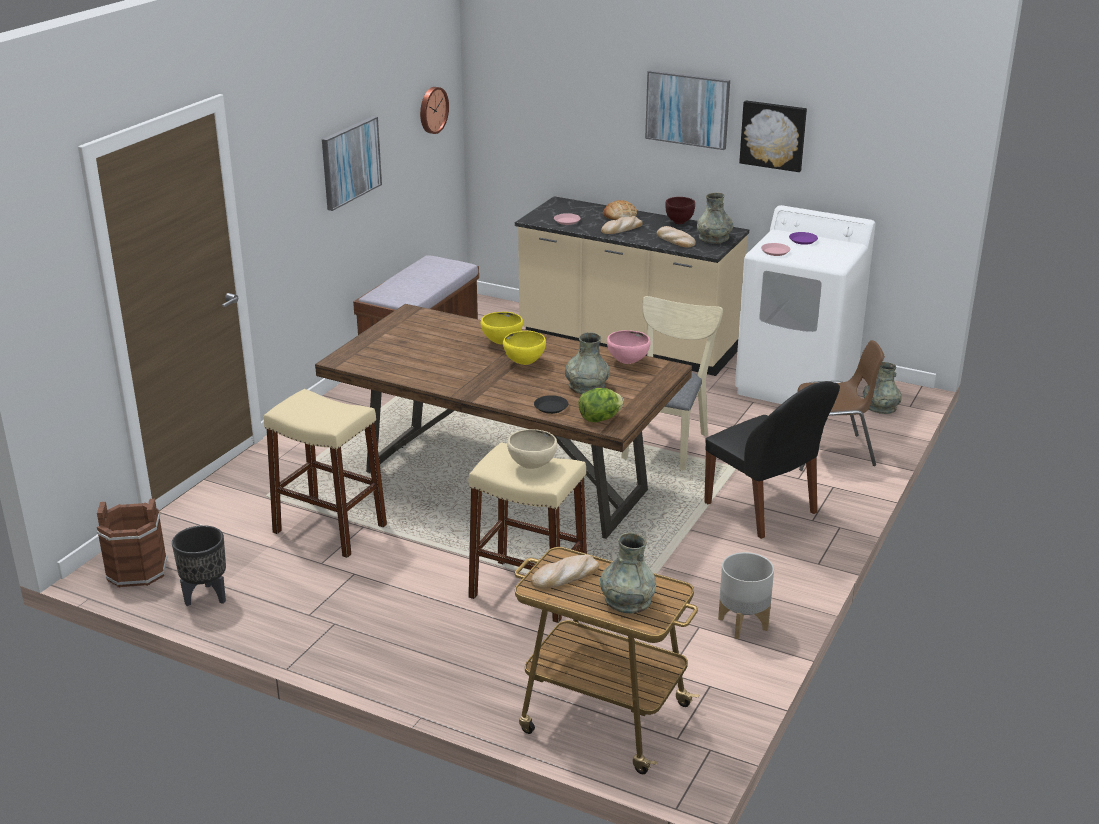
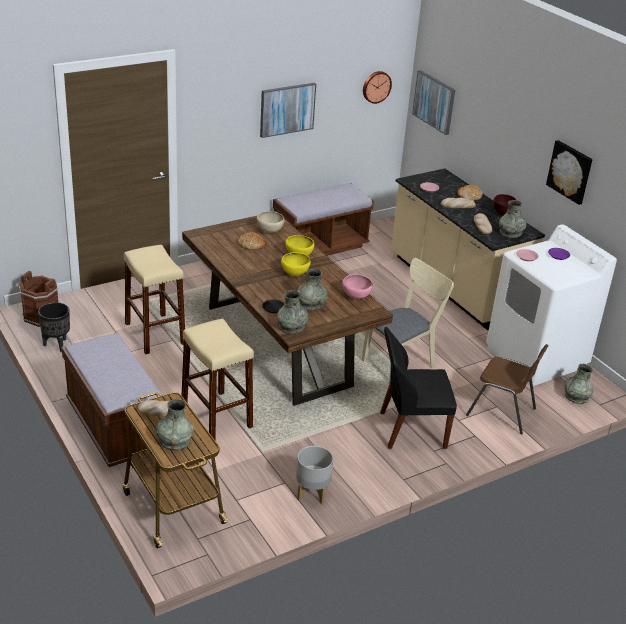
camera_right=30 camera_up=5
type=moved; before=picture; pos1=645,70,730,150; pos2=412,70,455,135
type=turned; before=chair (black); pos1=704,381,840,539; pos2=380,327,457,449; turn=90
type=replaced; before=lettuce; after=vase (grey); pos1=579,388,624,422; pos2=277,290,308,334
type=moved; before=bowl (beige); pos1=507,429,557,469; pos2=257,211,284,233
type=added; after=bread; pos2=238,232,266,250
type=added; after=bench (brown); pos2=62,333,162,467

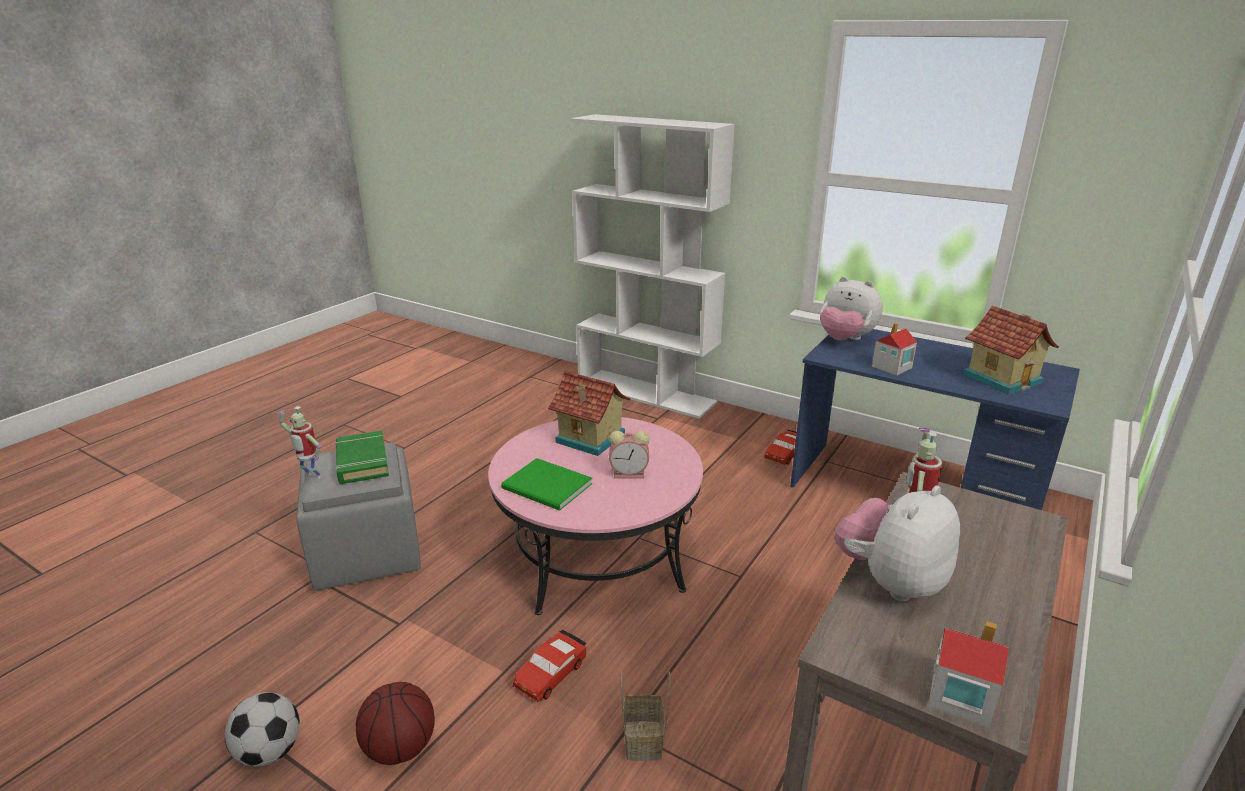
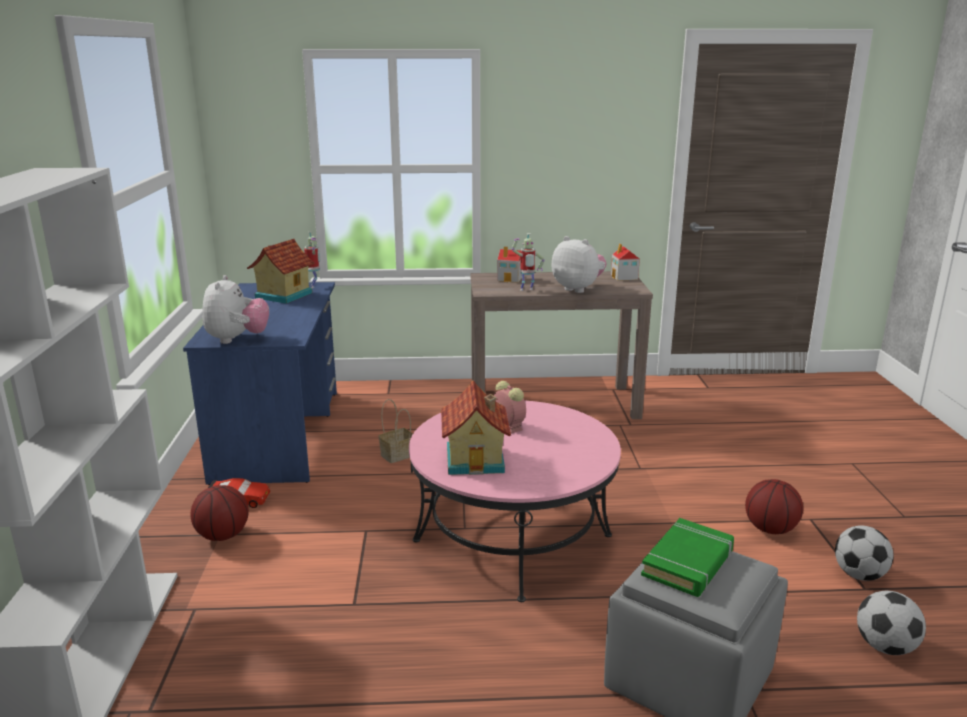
camera_right=-125 camera_up=-5
type=moved; before=toy house; pos1=872,322,917,376; pos2=497,246,522,283
type=moved; before=toy robot; pos1=277,406,321,479; pos2=304,232,320,288
type=removed; before=book (green); pos1=501,458,593,511
type=turned; before=plush toy; pos1=835,486,960,601; pos2=552,236,607,293; turn=-150
type=removed; before=toy car (red); pos1=513,630,586,702
type=moved; before=basket; pos1=621,671,671,761; pos2=379,399,413,463
type=added; after=basketball; pos2=191,485,249,541
type=added; after=football; pos2=857,591,926,655

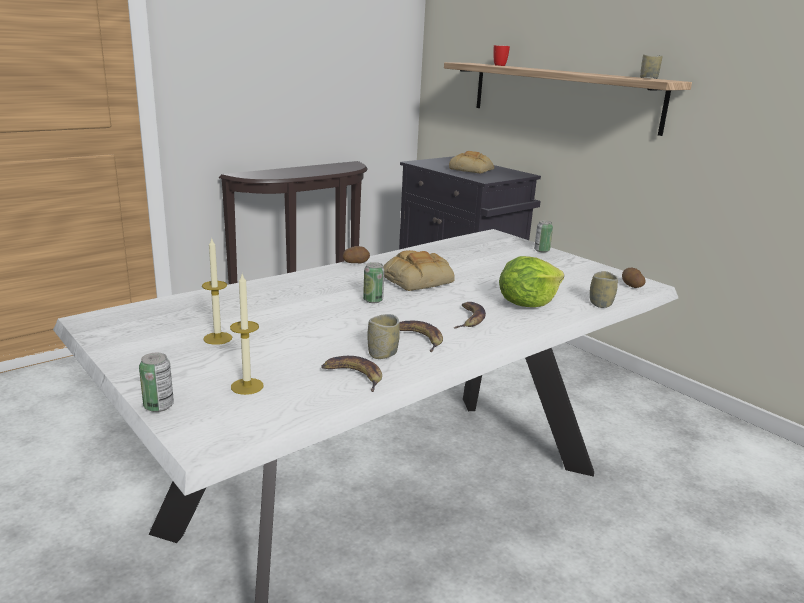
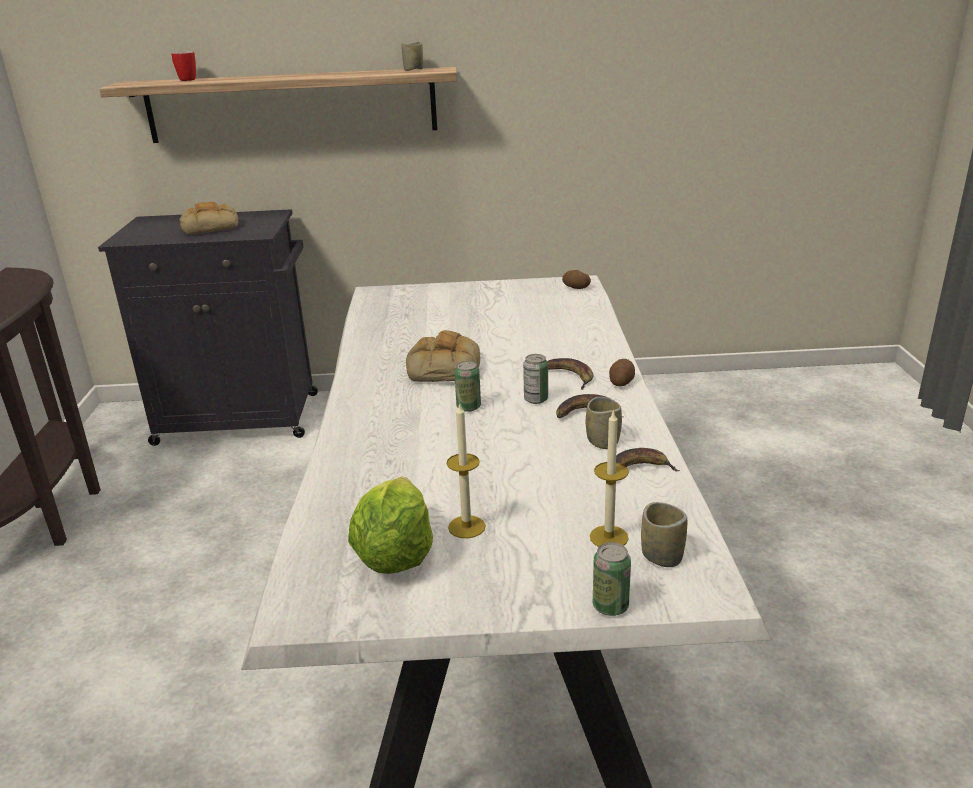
camera_right=-50 camera_up=5
type=moved; before=can; pos1=534,220,553,253; pos2=523,354,548,404
type=moved; before=potato; pos1=343,246,370,264; pos2=609,359,635,386
type=moved; before=lettuce; pos1=499,256,564,307; pos2=348,477,433,574
type=moved; before=cup; pos1=590,271,618,308; pos2=641,502,687,567

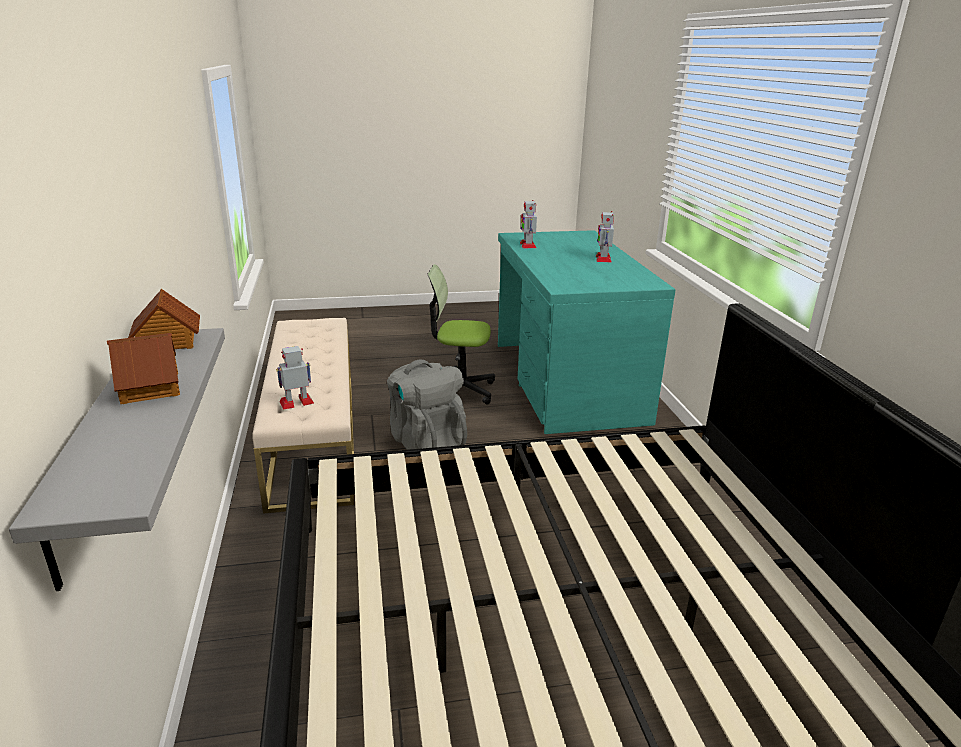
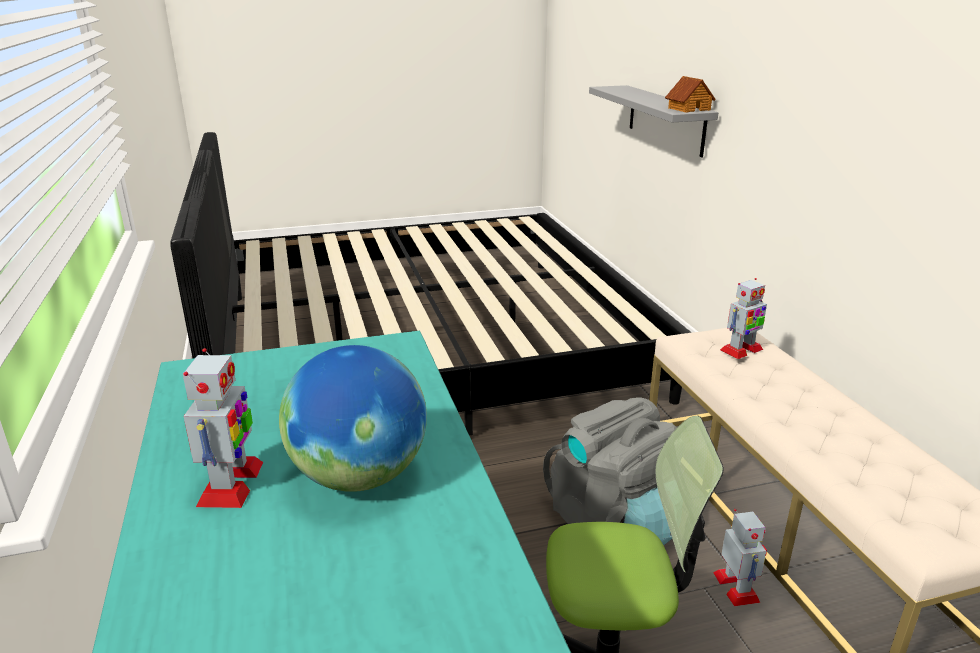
camera_right=175 camera_up=0
type=moved; before=toy robot; pos1=520,200,537,248; pos2=713,509,767,606
type=removed; before=toy house; pos1=107,333,180,404
type=added; after=globe; pos2=279,345,427,492

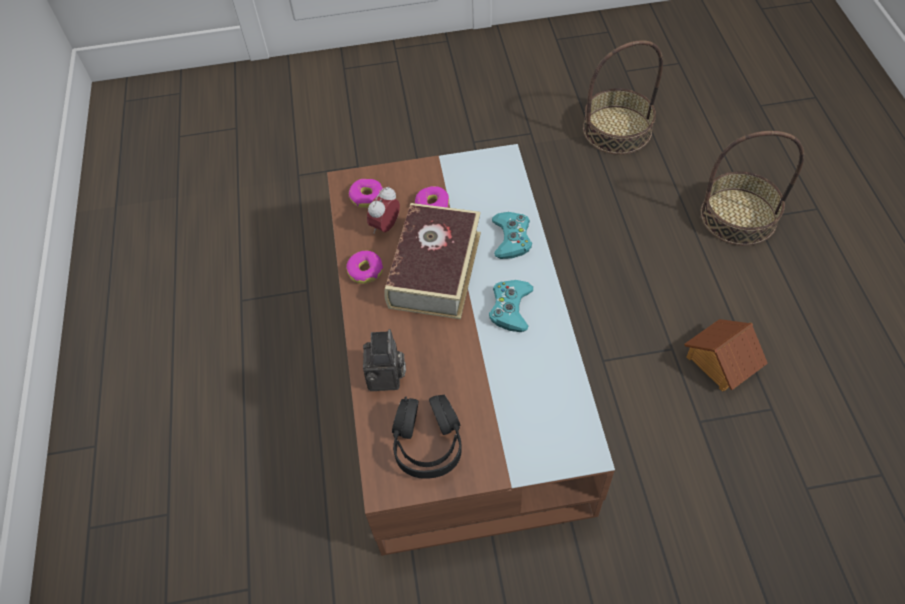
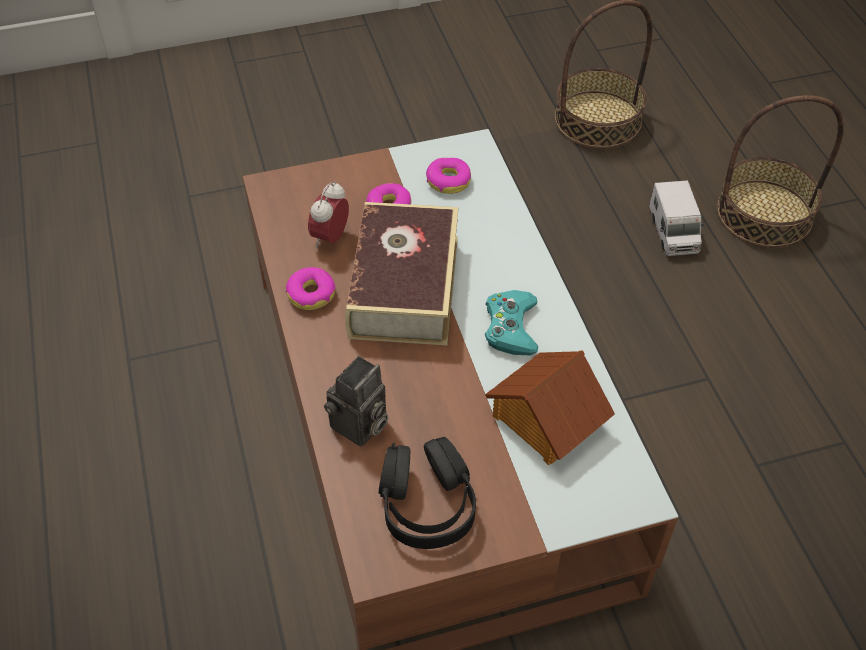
camera_right=-10 camera_up=-5
type=moved; before=donut; pos1=349,179,383,208; pos2=426,158,471,194
type=removed; before=game controller (turquoise); pos1=492,212,532,259
type=moved; before=toy house; pos1=684,319,768,392; pos2=485,350,615,465
type=turned; before=photo camera; pos1=363,329,406,391; pos2=324,356,388,447; turn=45
type=added; after=toy truck; pos2=649,180,705,256

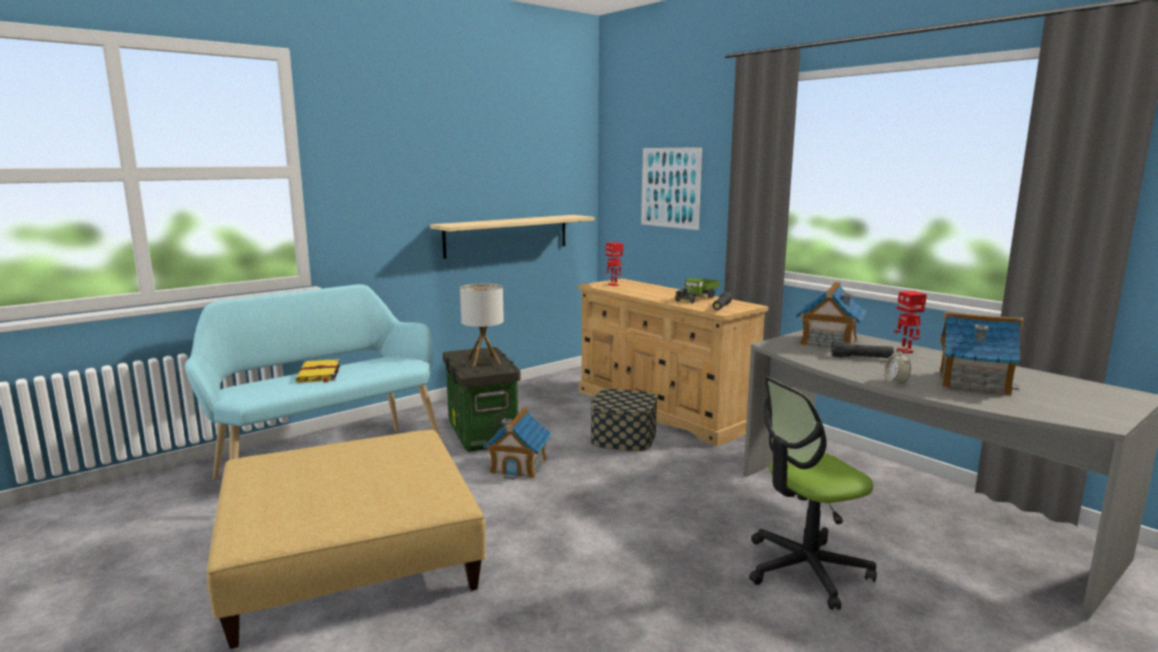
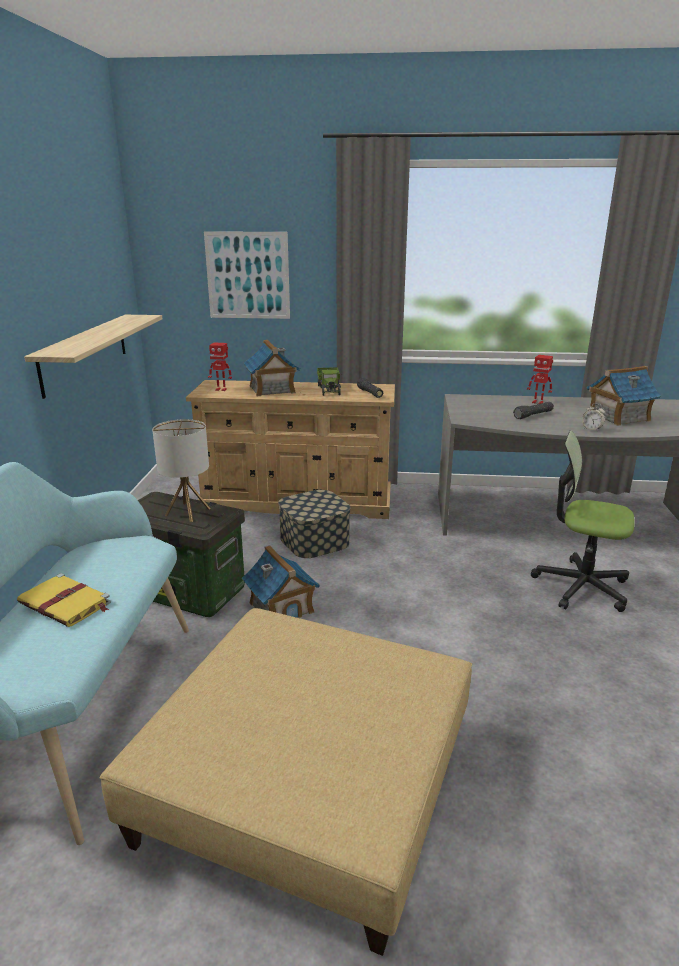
camera_right=-45 camera_up=10
type=moved; before=toy house; pos1=796,282,866,348; pos2=244,340,300,396
type=turned; before=office chair; pos1=749,376,877,610; pos2=531,431,635,612; turn=90

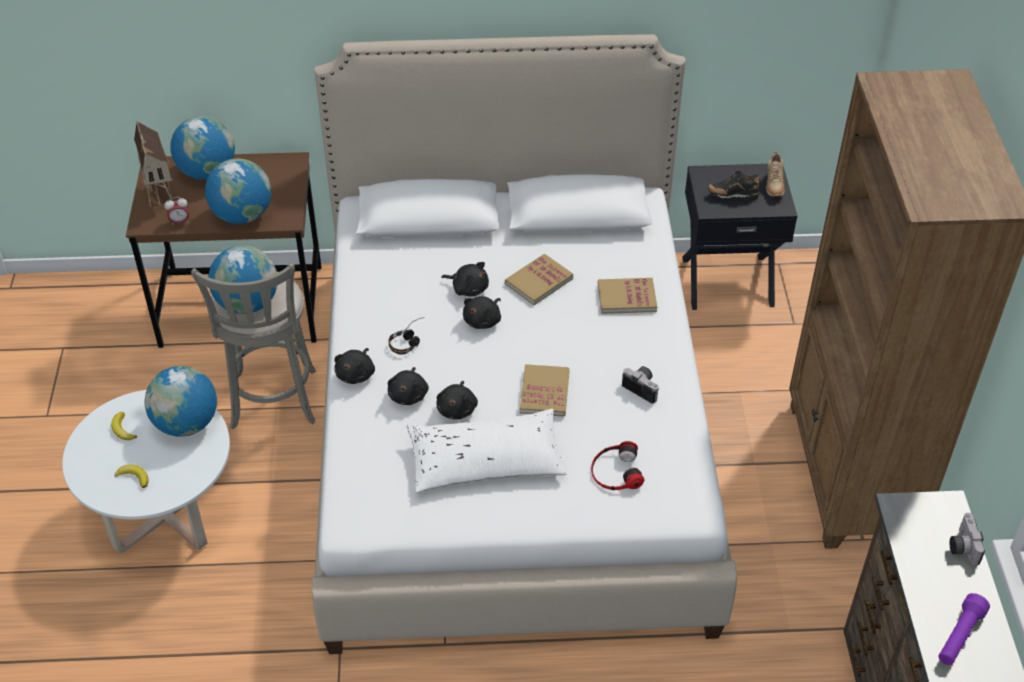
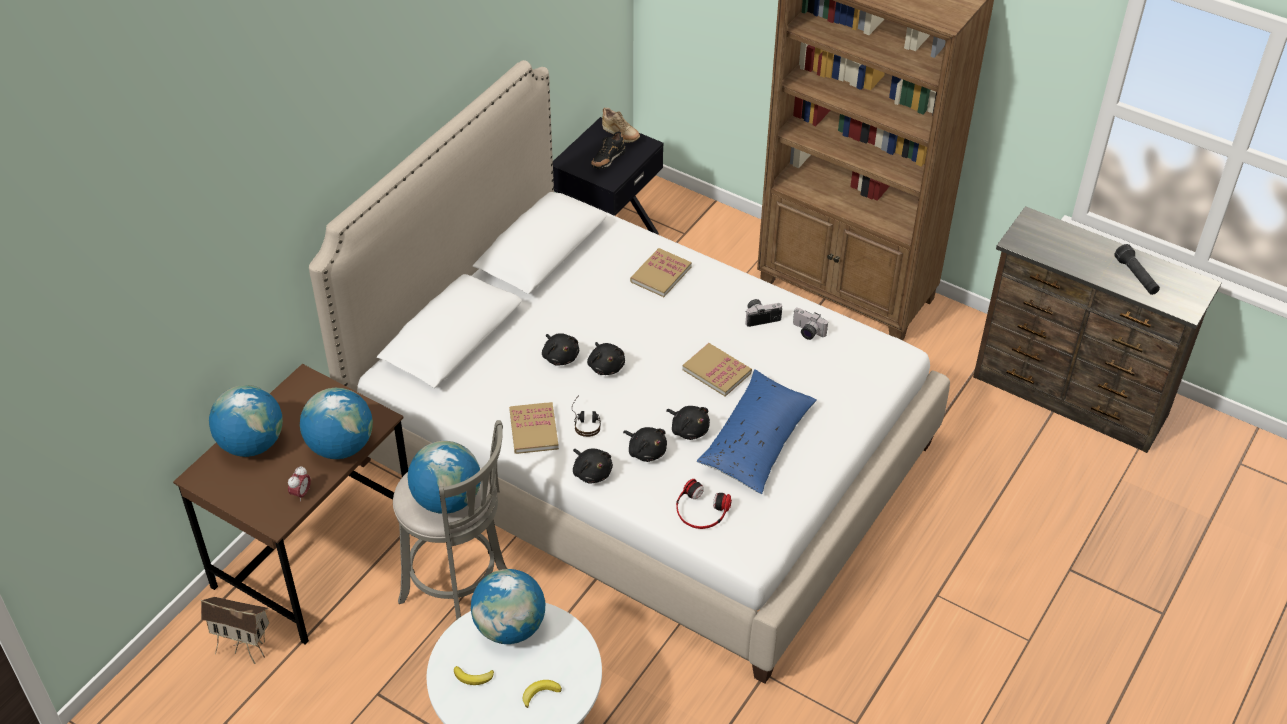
camera_right=-55 camera_up=0
type=moved; before=toy house; pos1=134,121,174,208; pos2=201,597,270,664
type=moved; before=book; pos1=505,254,573,305; pos2=509,402,559,454
type=turned; before=plush toy (black); pos1=441,262,489,296; pos2=542,333,579,366; turn=90
type=recoloured; before=pillow (white); after=pillow (blue); pos1=407,409,567,493; pos2=697,369,816,494
type=moved; before=headphones; pos1=591,441,644,490; pos2=676,479,732,529
type=moved; before=photo camera; pos1=949,513,985,566; pos2=793,308,828,340
type=recoloured; before=flashlight (purple); after=flashlight (black); pos1=938,593,990,665; pos2=1114,244,1160,295

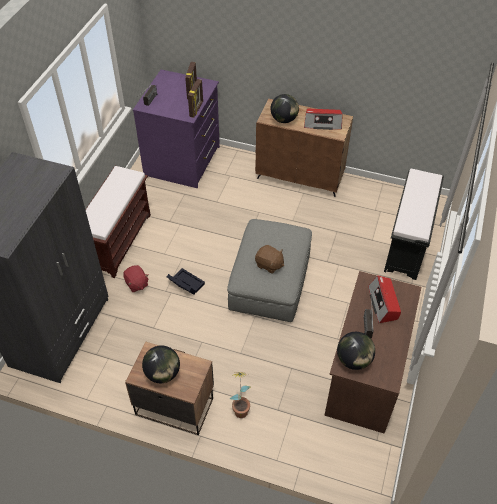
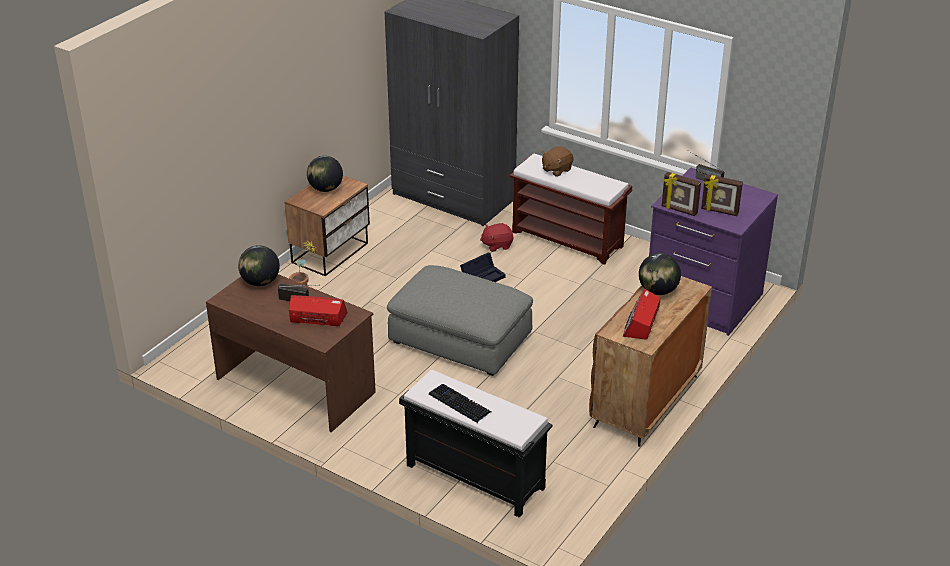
camera_right=105 camera_up=-15
type=moved; before=plush toy (brown); pos1=255,245,284,274; pos2=542,146,574,177
type=added; after=keyboard; pos2=429,384,491,423

